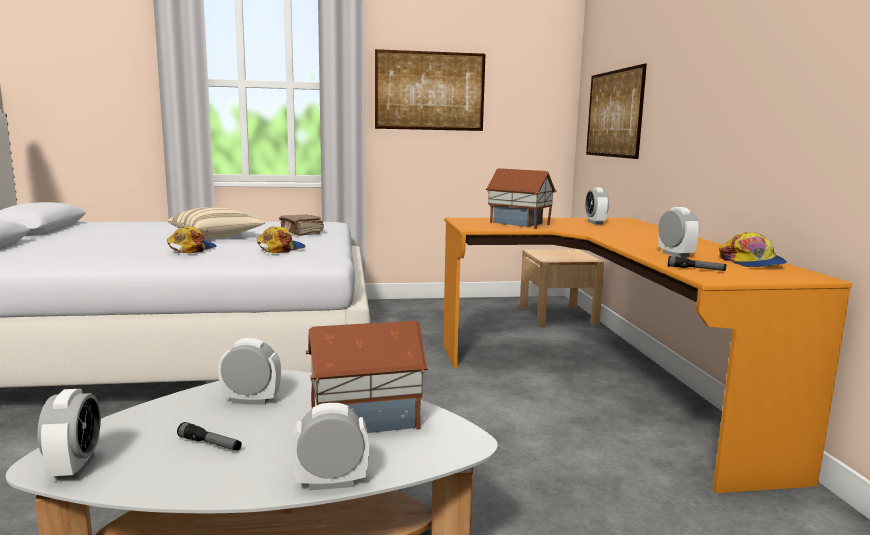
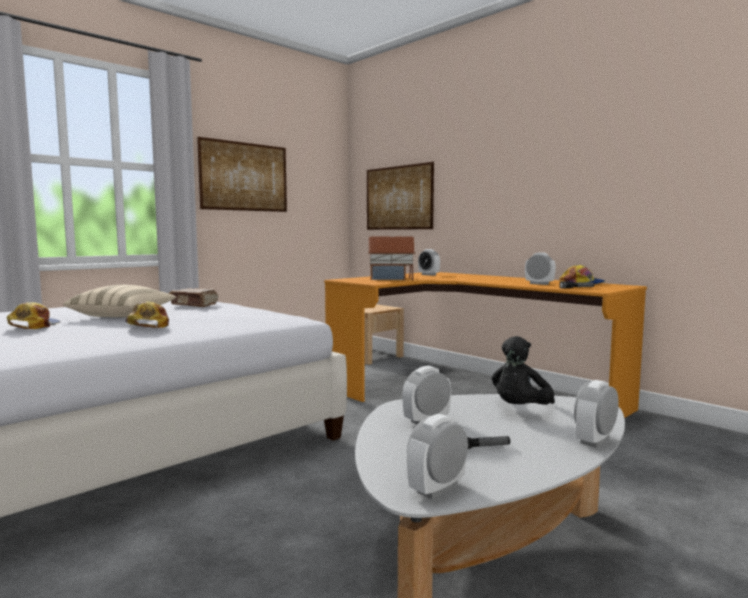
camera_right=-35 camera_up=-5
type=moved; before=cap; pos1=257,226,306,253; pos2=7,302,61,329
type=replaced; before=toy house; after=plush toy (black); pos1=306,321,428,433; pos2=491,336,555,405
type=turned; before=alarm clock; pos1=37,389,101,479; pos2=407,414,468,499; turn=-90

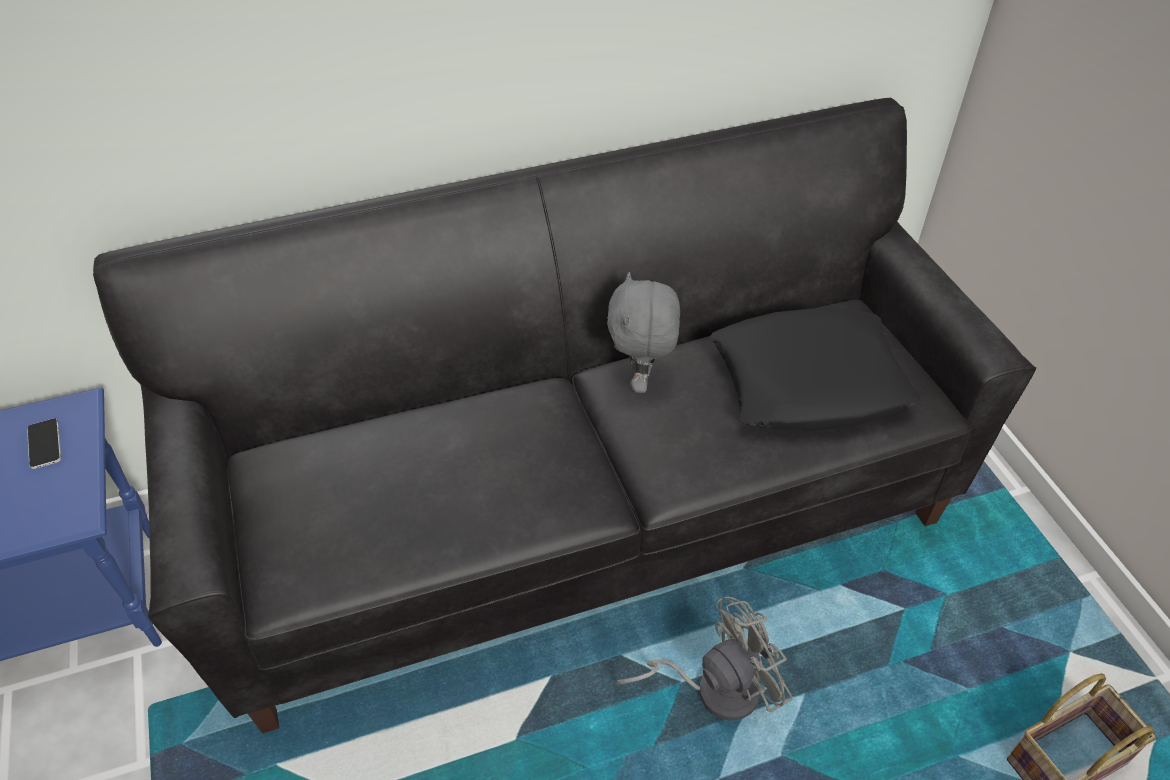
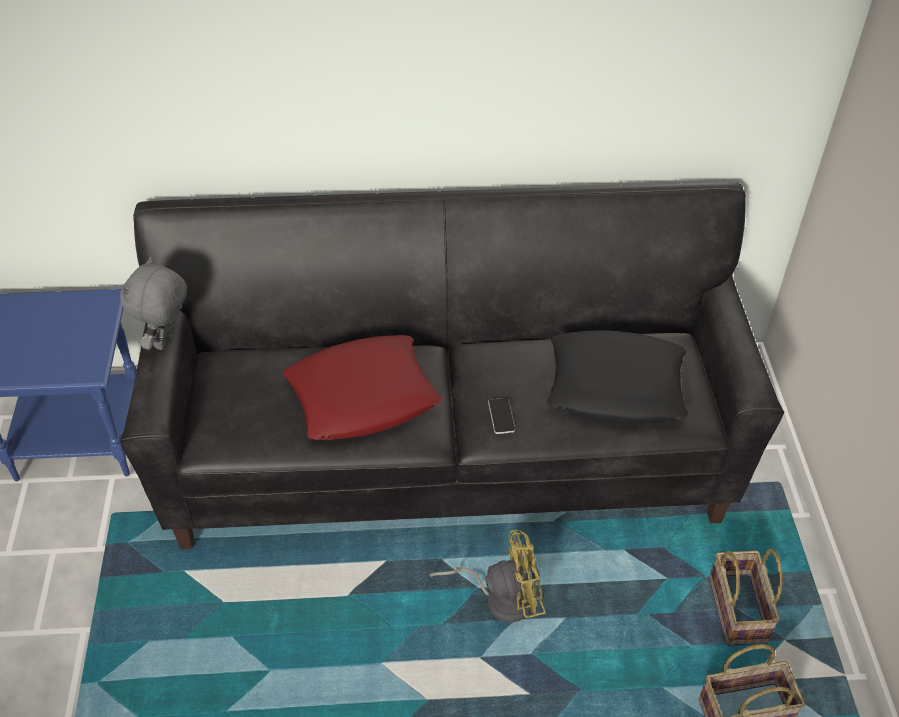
camera_right=15 camera_up=0
type=moved; before=plush toy (grey); pos1=607,272,680,393; pos2=120,256,187,350
type=moved; before=phone; pos1=27,418,61,469; pos2=488,398,515,434
type=recoloured; before=fan (grey); after=fan (yellow); pos1=616,597,793,721; pos2=429,530,546,623
type=added; after=pillow (red); pos2=283,335,441,440
type=added; after=basket; pos2=709,549,783,646

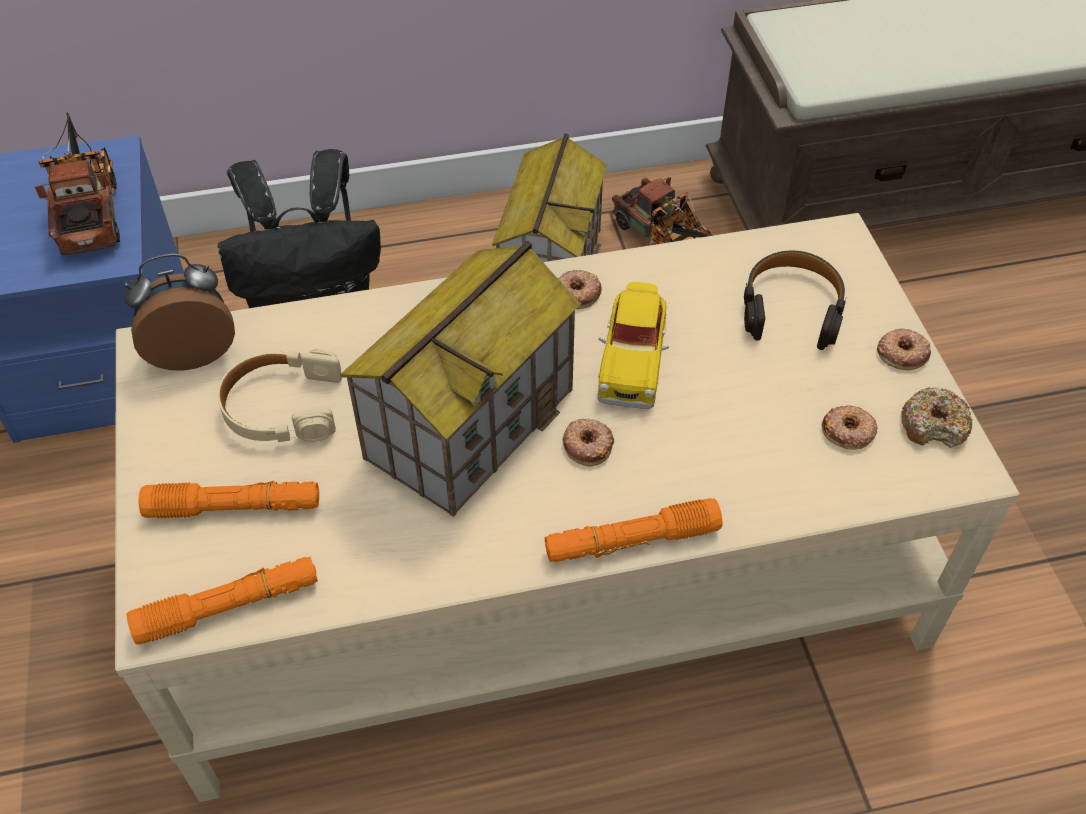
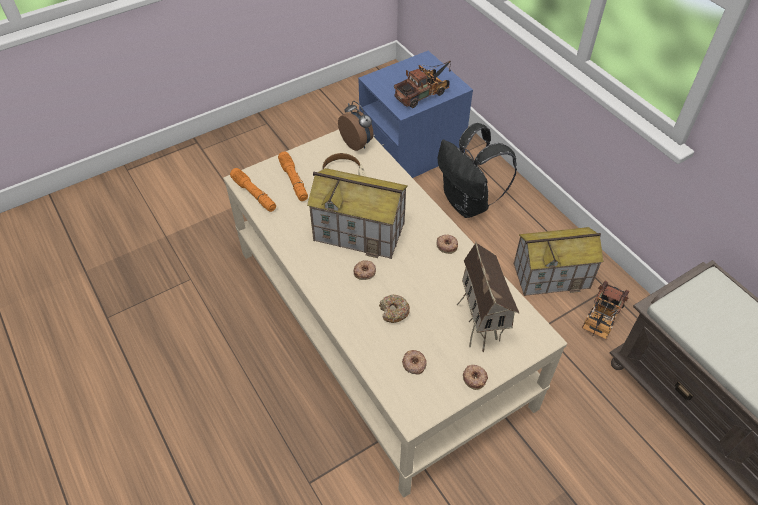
camera_right=70 camera_up=0
type=replaced; before=headphones (black); after=toy house; pos1=744,250,846,350; pos2=457,242,519,352
type=removed; before=toy car; pos1=597,282,669,409
type=moved; before=donut; pos1=901,387,973,448; pos2=379,295,410,323
type=removed; before=flashlight (orange); pos1=545,498,723,562

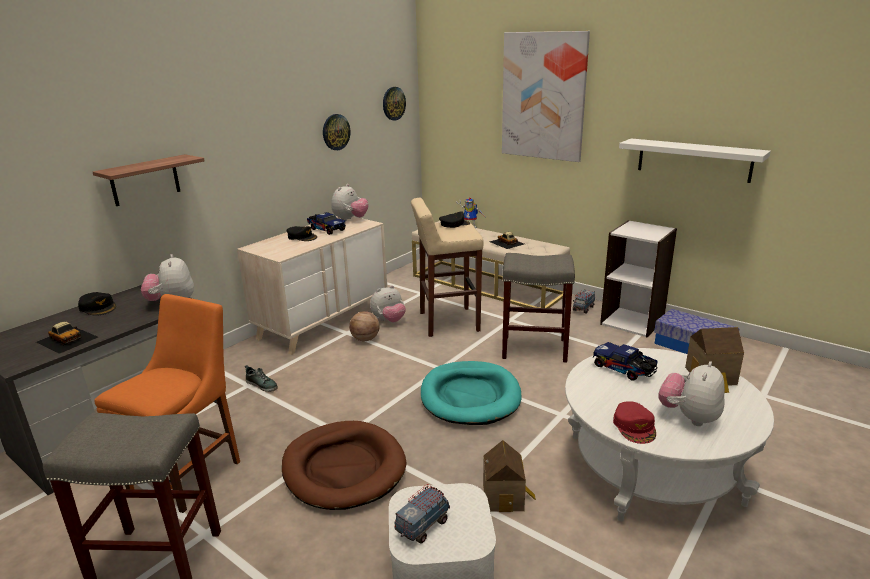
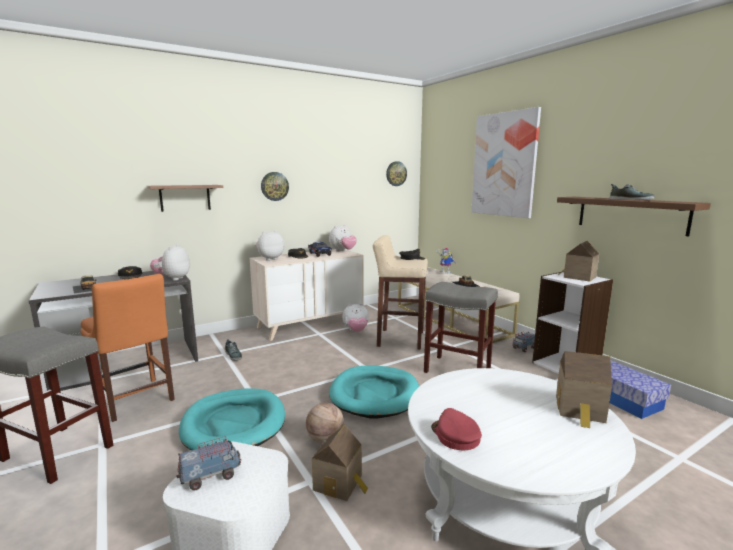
camera_right=20 camera_up=-10
type=moved; before=wall clock; pos1=323,114,350,150; pos2=261,172,289,201
type=recoloured; before=shelf (white); after=shelf (brown); pos1=619,138,771,183; pos2=557,197,711,236
type=turned; before=chair (orange); pos1=94,294,240,513; pos2=80,274,175,422; turn=90
type=moved; before=basketball; pos1=349,311,380,341; pos2=306,403,344,443
type=removed; before=toy truck; pos1=593,342,658,381
type=moved; before=plush toy; pos1=658,361,725,426; pos2=255,230,284,261
type=turned; before=cap (red); pos1=613,401,656,444; pos2=431,408,482,450; turn=135
type=recoloured; before=dog bed (brown); after=dog bed (turquoise); pos1=282,421,406,510; pos2=179,389,285,450
type=added; after=shoe; pos2=610,184,655,200
type=added; after=toy house; pos2=558,241,599,282

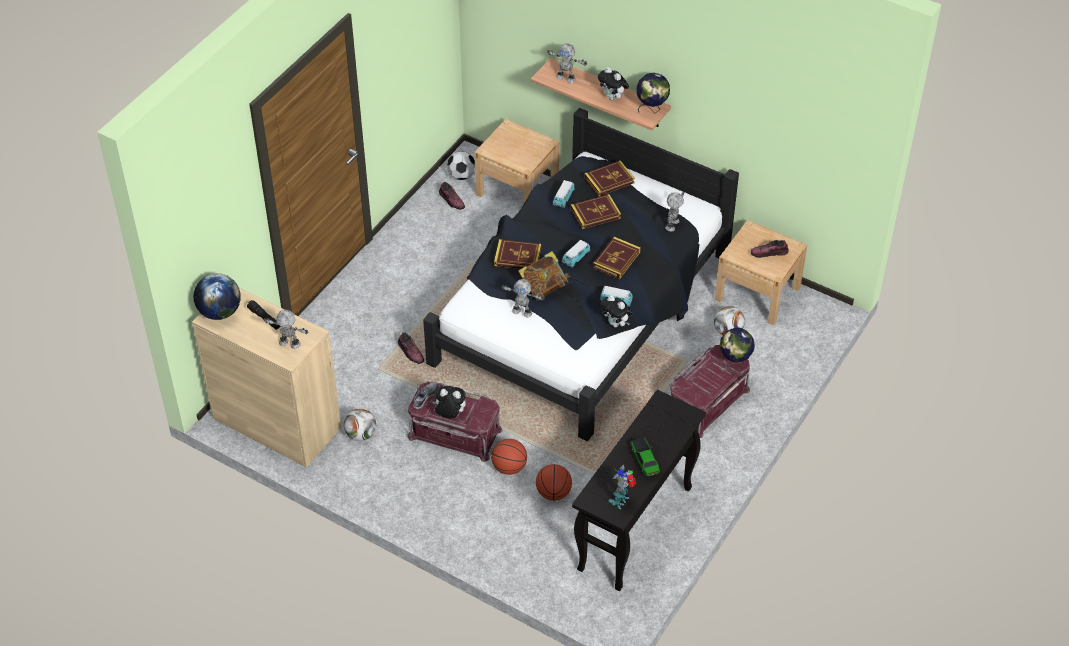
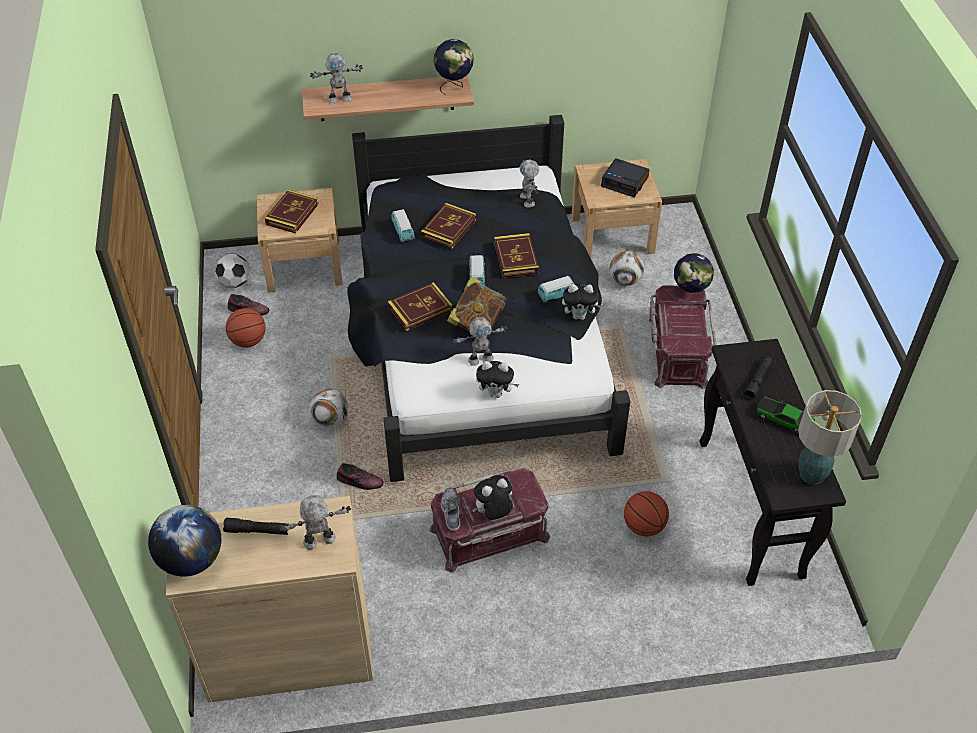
camera_right=-40 camera_up=0
type=moved; before=plush toy; pos1=598,67,629,101; pos2=476,361,519,398
type=moved; before=book; pos1=584,160,635,196; pos2=265,190,319,234
type=replaced; before=shoe; after=alarm clock; pos1=751,240,788,258; pos2=601,158,650,197
type=moved; before=football; pos1=344,409,376,441; pos2=310,389,348,427
type=moved; before=basketball; pos1=491,439,527,475; pos2=226,308,266,347
type=replaced; before=toy robot; after=table lamp; pos1=609,465,636,509; pos2=798,390,862,485
type=added; after=flashlight (black); pos2=743,355,773,399

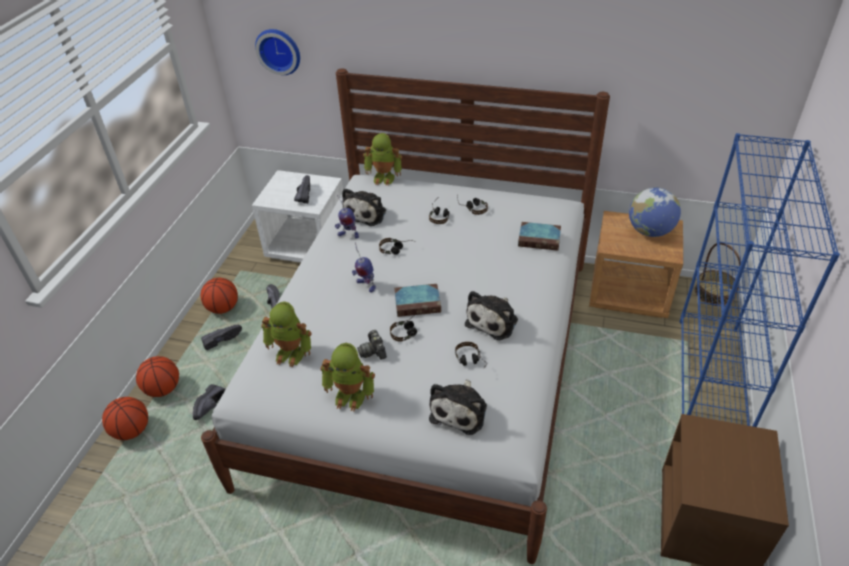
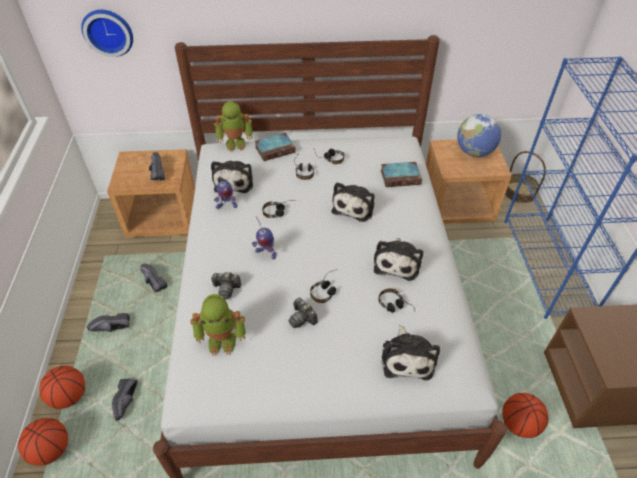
camera_right=-20 camera_up=5
type=recoloured; before=nightstand (white); after=nightstand (brown); pos1=252,170,343,263; pos2=107,149,195,237
type=moved; before=basketball; pos1=201,278,238,314; pos2=502,393,548,438
type=moved; before=book; pos1=394,284,441,317; pos2=254,133,295,161
type=turned; before=shoe (black); pos1=201,325,242,350; pos2=87,313,130,332; turn=-150
type=removed; before=toy robot; pos1=321,343,375,411
type=added; after=plush toy; pos2=332,182,375,222
type=added; after=photo camera; pos2=211,272,241,300

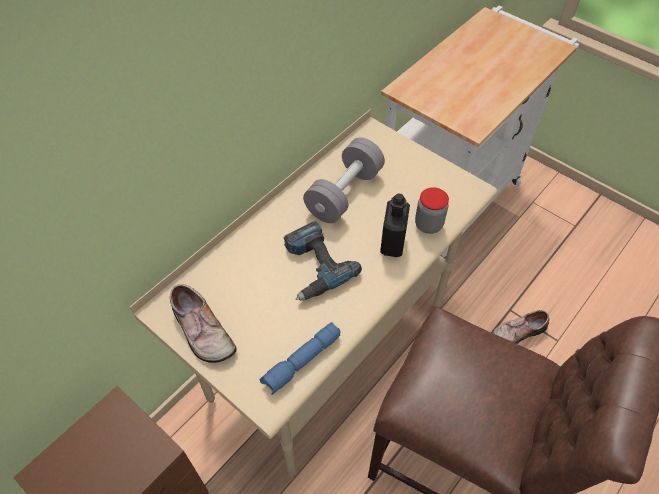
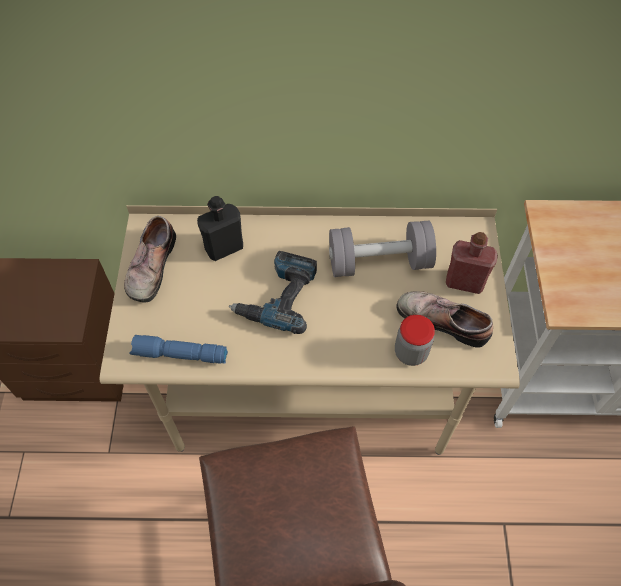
camera_right=50 camera_up=5
type=moved; before=bottle (black); pos1=380,193,410,257; pos2=197,196,243,261
type=moved; before=shoe; pos1=492,310,549,344; pos2=396,291,493,348
type=added; after=bottle (red); pos2=446,232,498,294

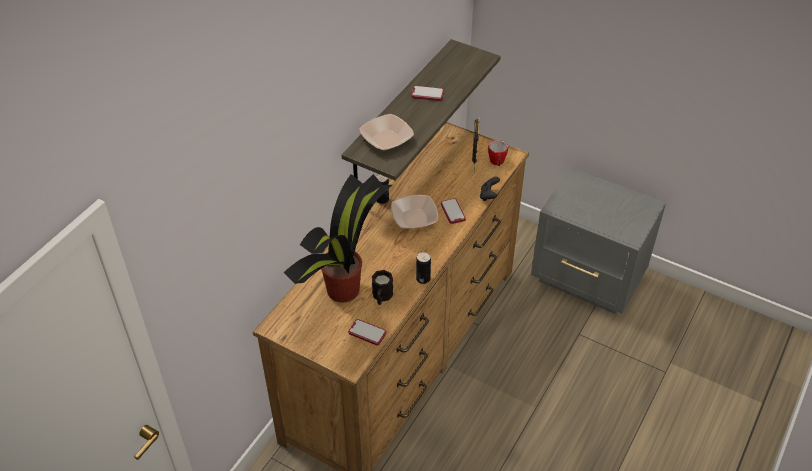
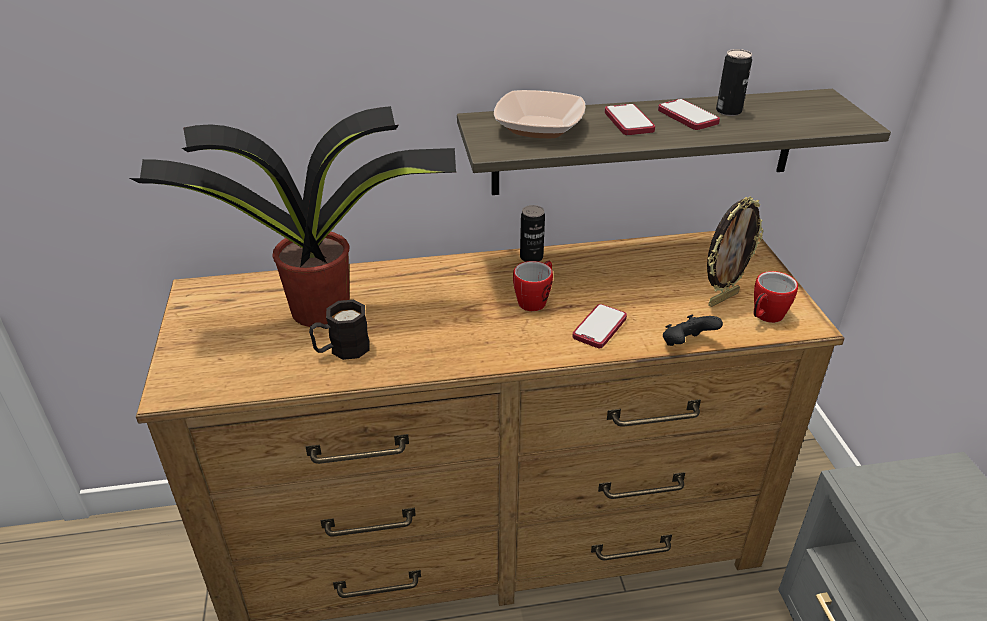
camera_right=50 camera_up=-10
type=replaced; before=bowl; after=mug; pos1=391,195,438,228; pos2=513,261,553,311
type=moved; before=can; pos1=416,252,431,284; pos2=716,49,752,116
type=moved; before=phone; pos1=348,319,386,345; pos2=605,104,655,135

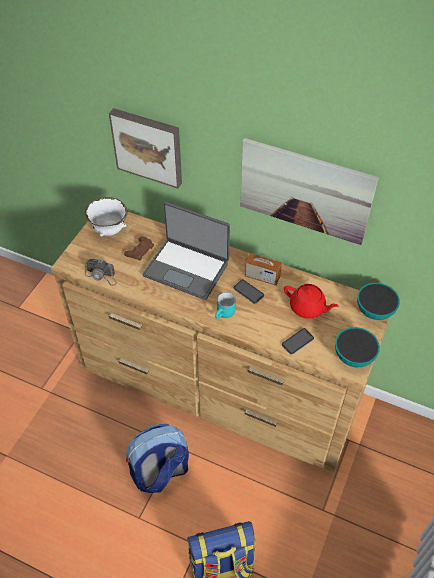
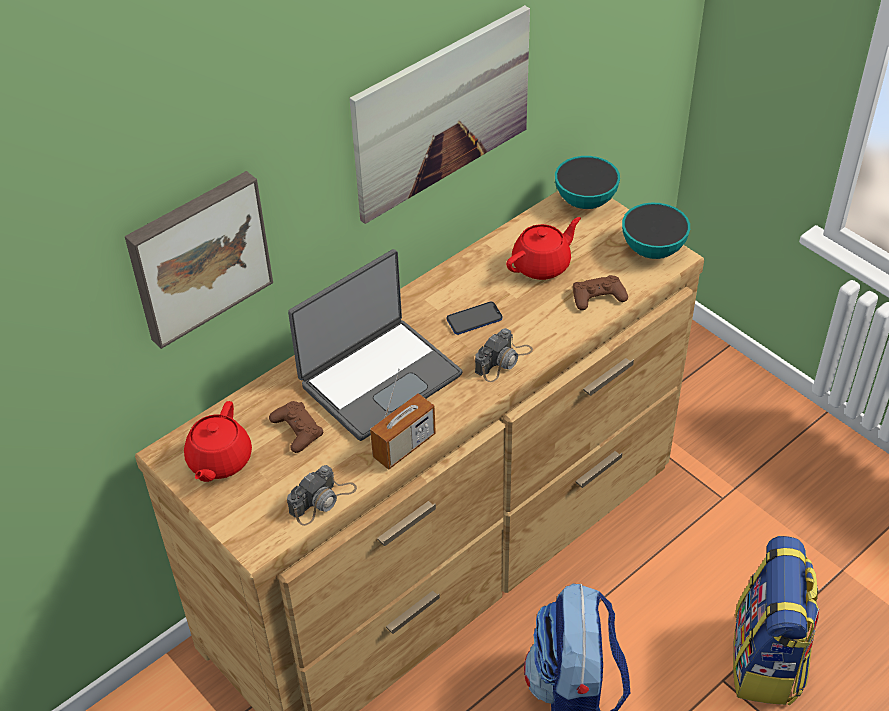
camera_right=-65 camera_up=-5
type=replaced; before=bowl (white); after=teapot (red); pos1=85,197,128,236; pos2=184,401,252,482
type=moved; before=radio; pos1=244,240,282,285; pos2=370,368,436,470
type=replaced; before=mug (turquoise); after=photo camera; pos1=215,292,236,319; pos2=475,328,533,382
type=replaced; before=phone; after=game controller (brown); pos1=282,328,314,355; pos2=573,275,628,310

